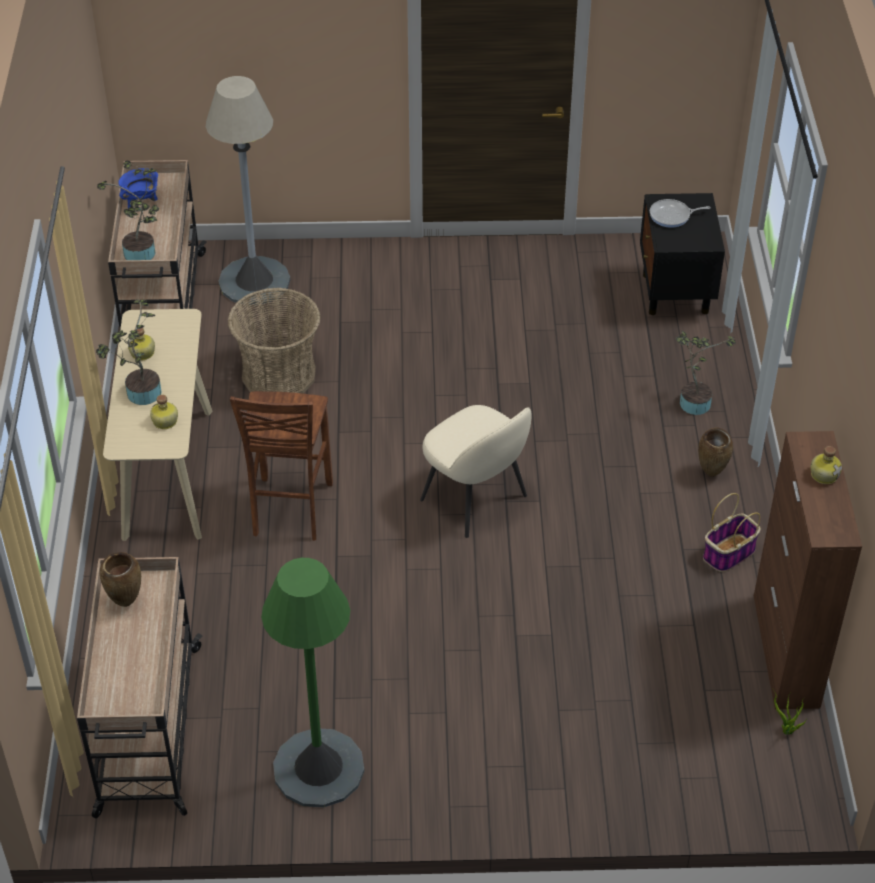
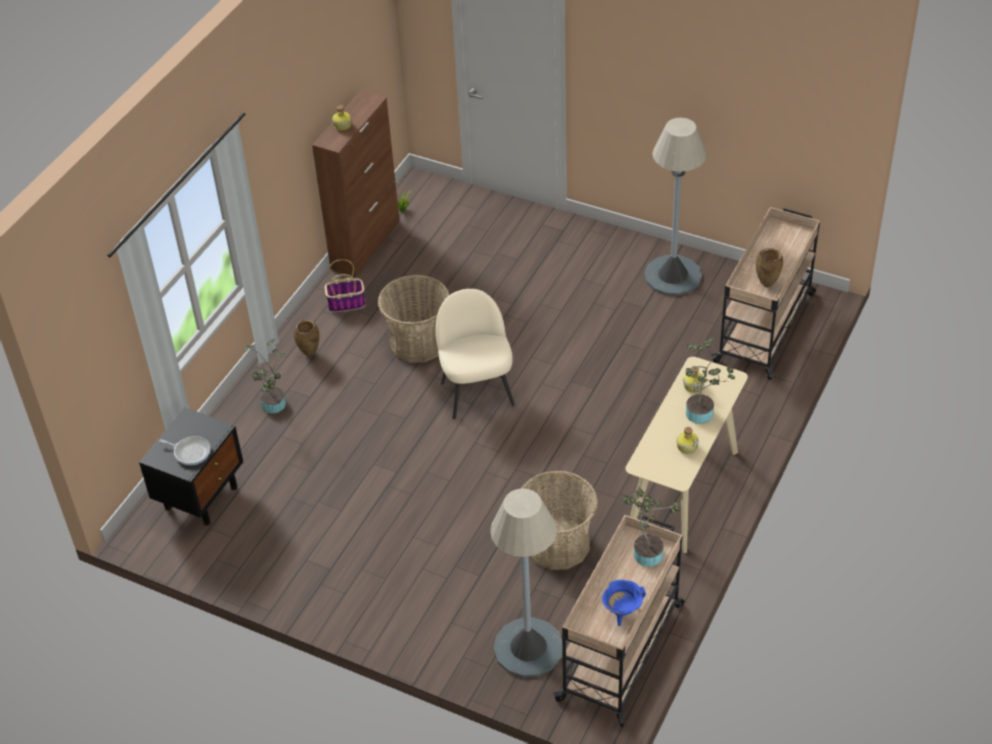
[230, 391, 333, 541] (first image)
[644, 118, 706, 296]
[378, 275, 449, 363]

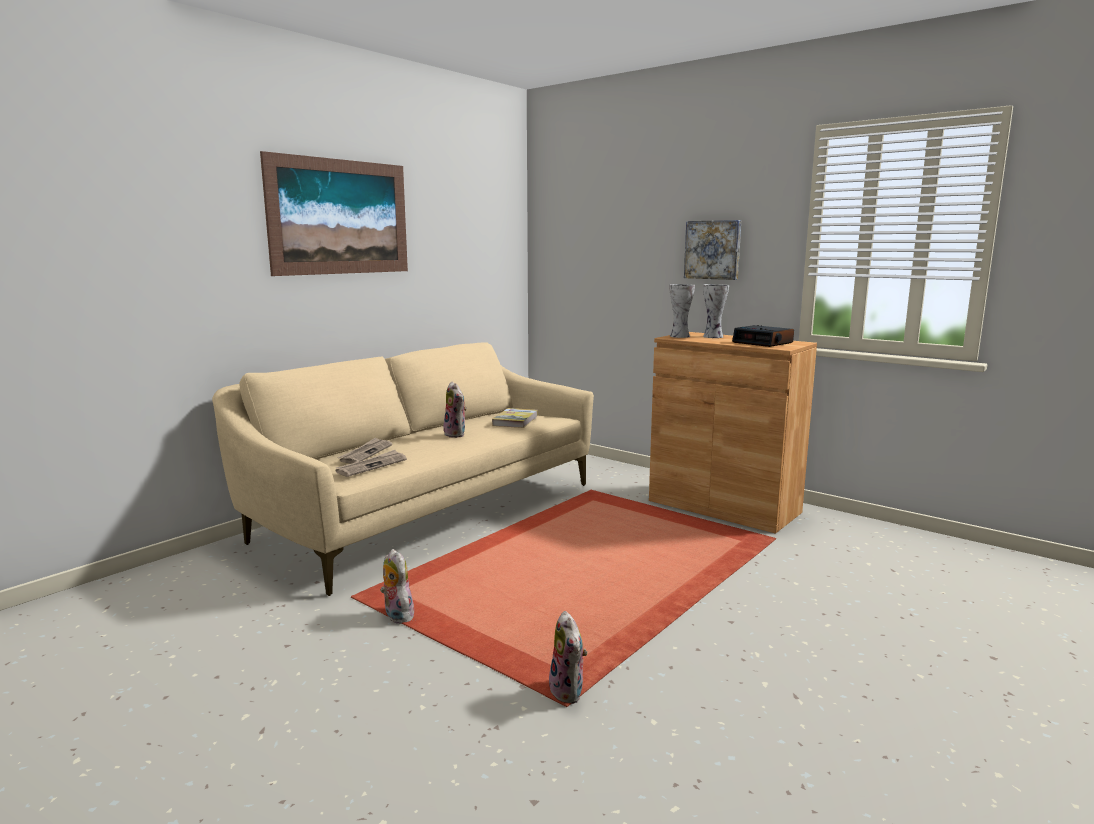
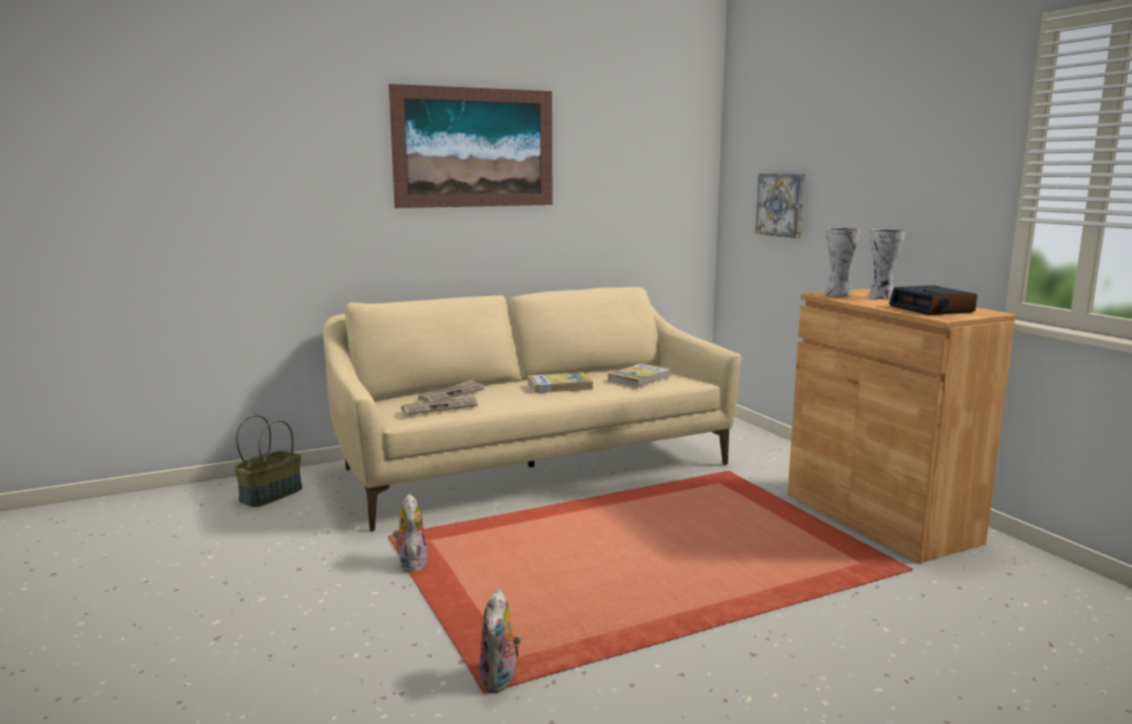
[527, 372, 593, 393]
[755, 174, 805, 238]
[234, 415, 302, 507]

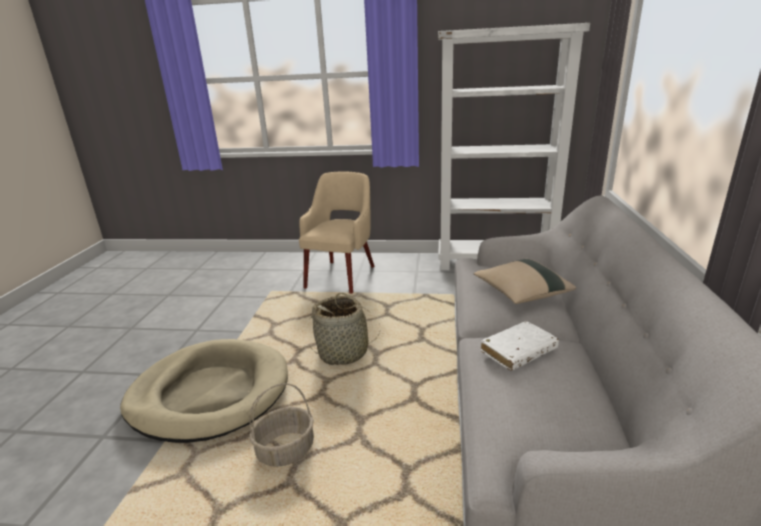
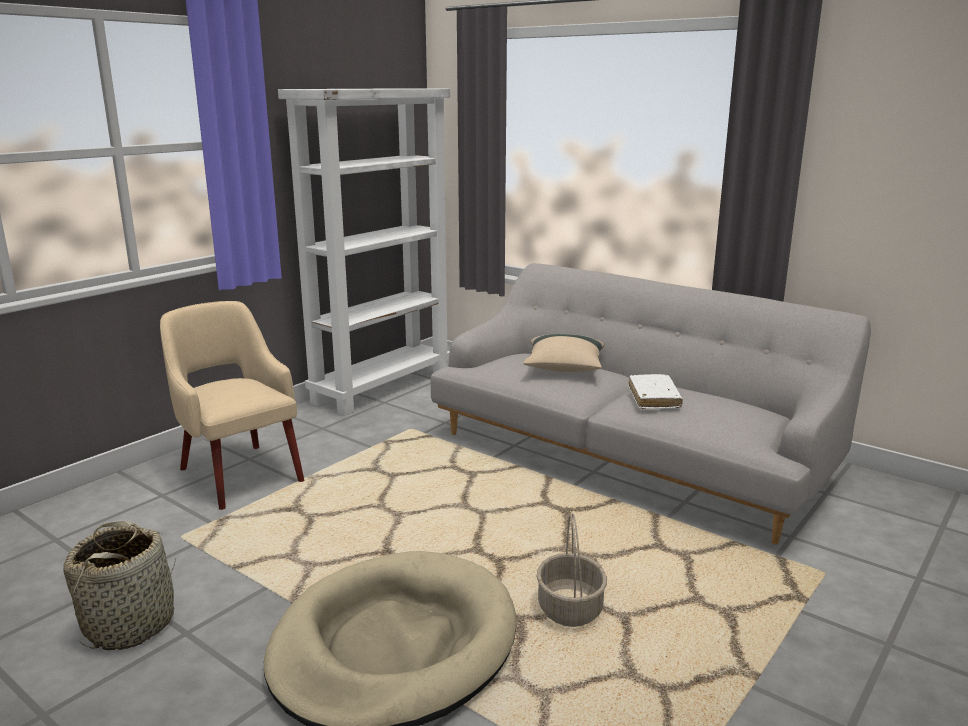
[63, 521, 176, 650]

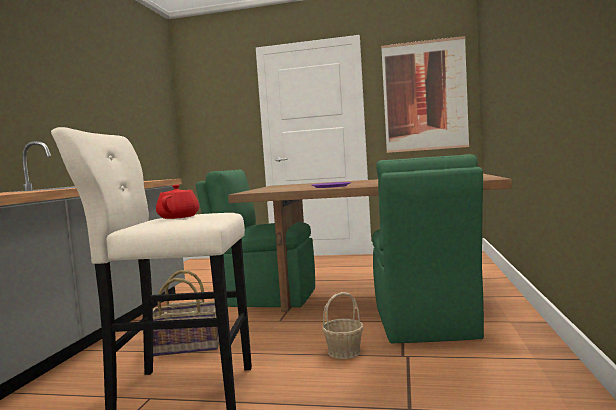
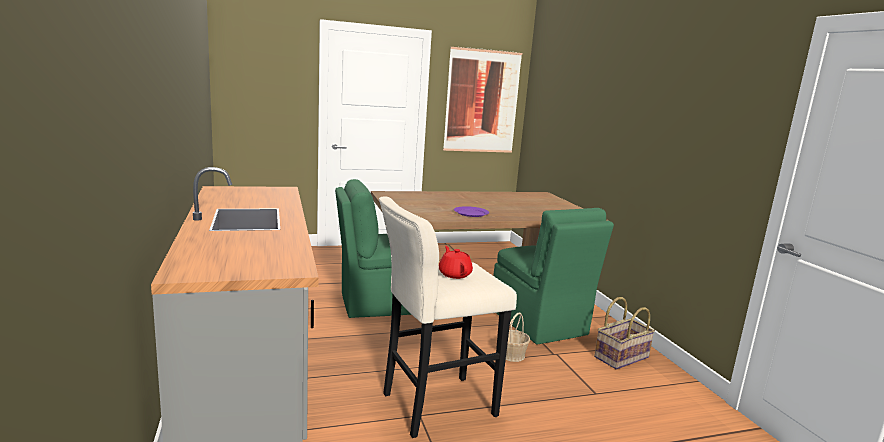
[594, 297, 655, 370]

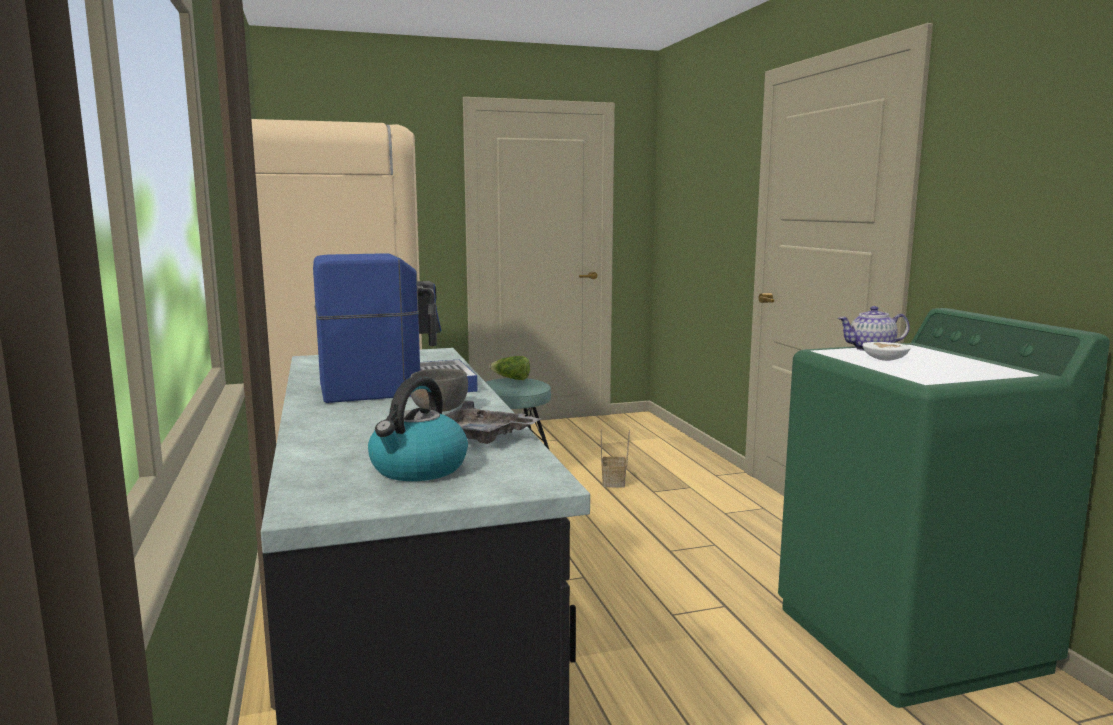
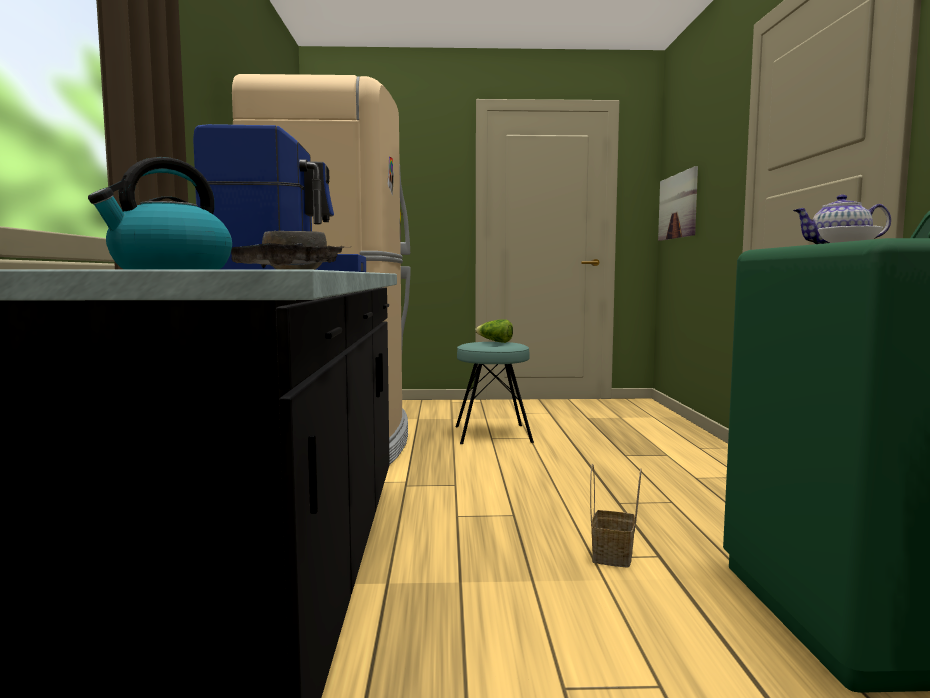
[590, 464, 641, 568]
[658, 166, 698, 241]

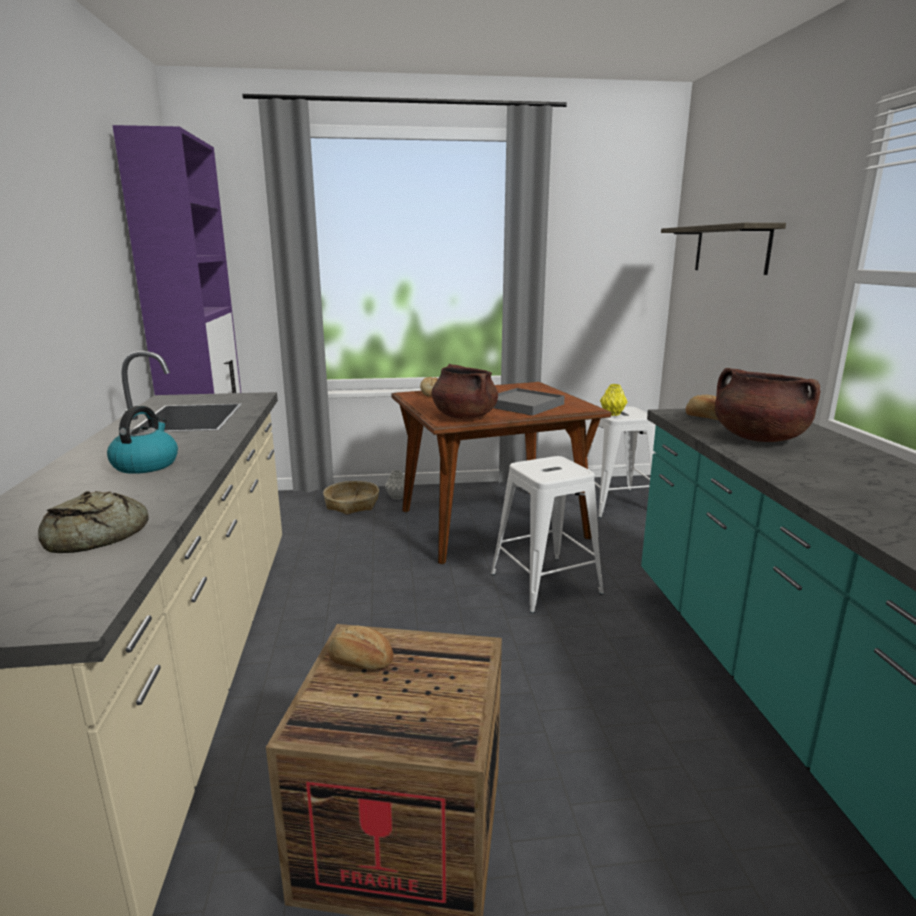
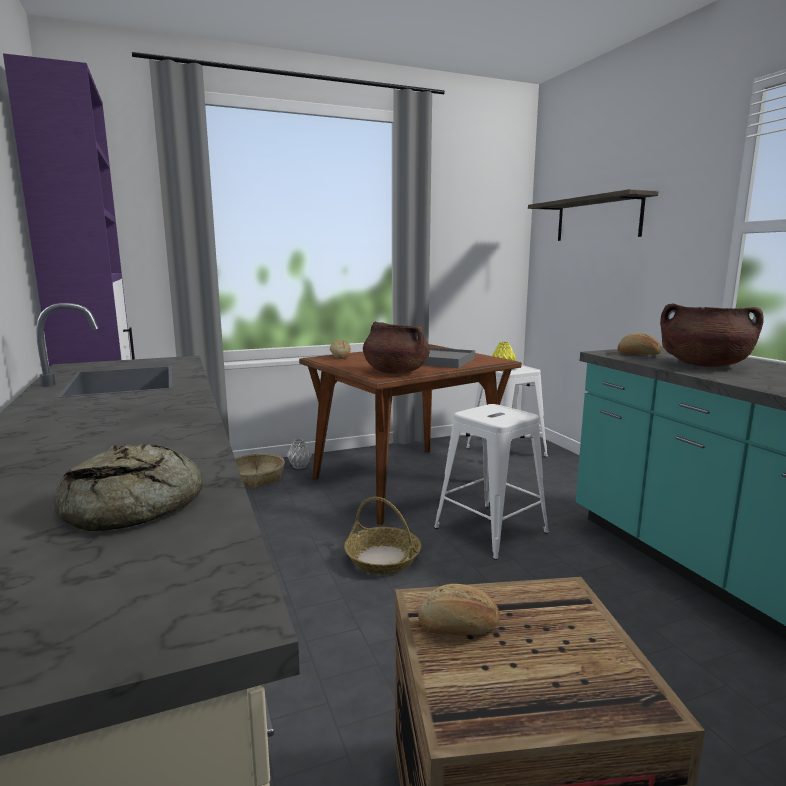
[107, 406, 178, 474] (first image)
[344, 497, 421, 575]

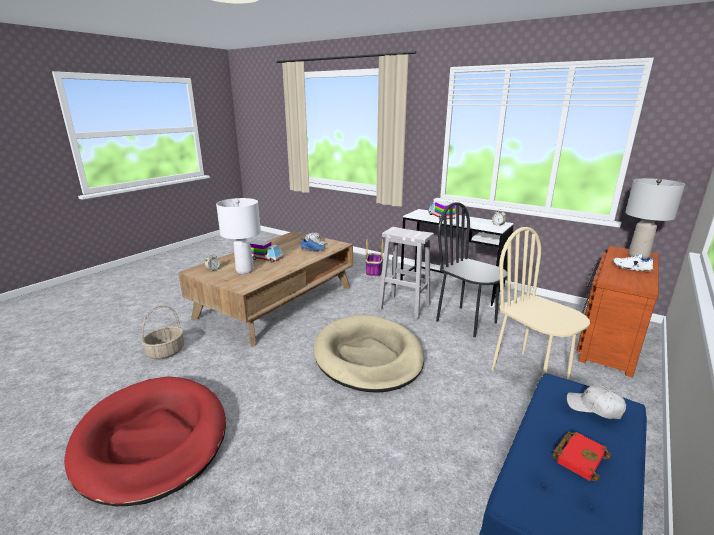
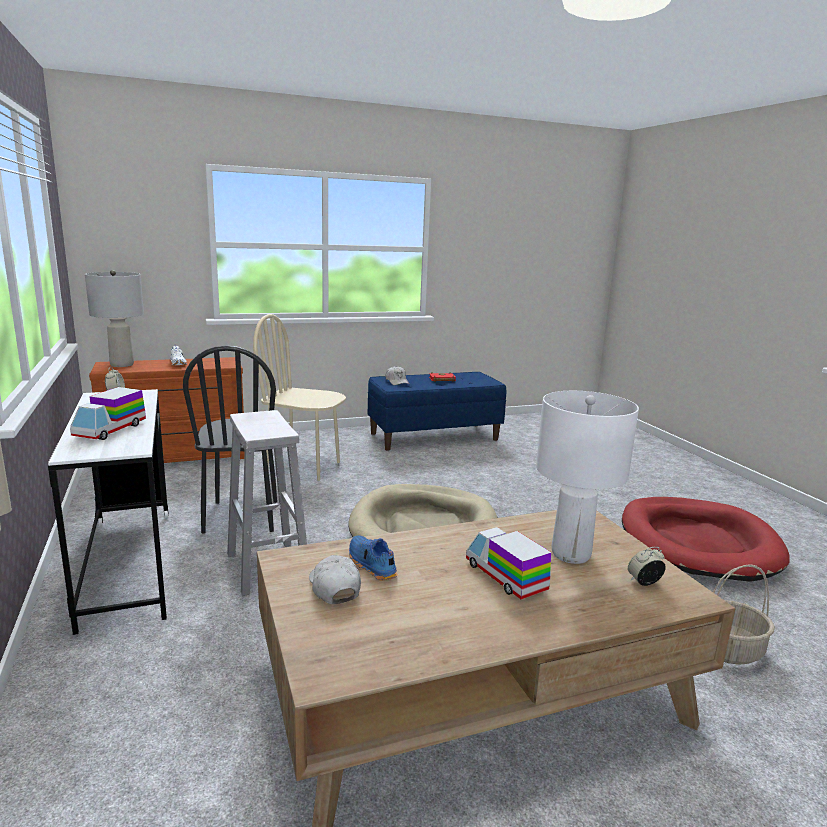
[365, 238, 383, 277] (first image)
[253, 314, 346, 481]

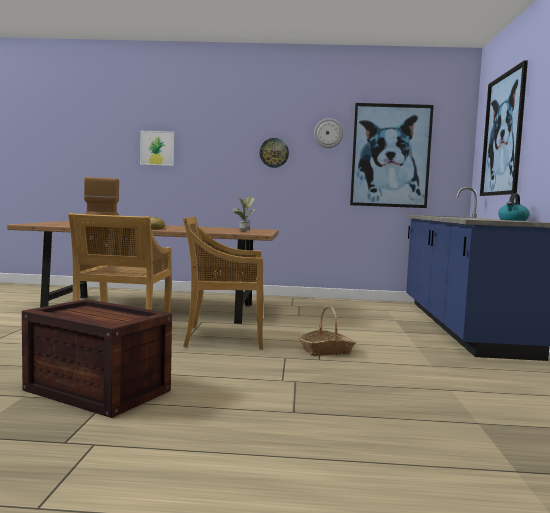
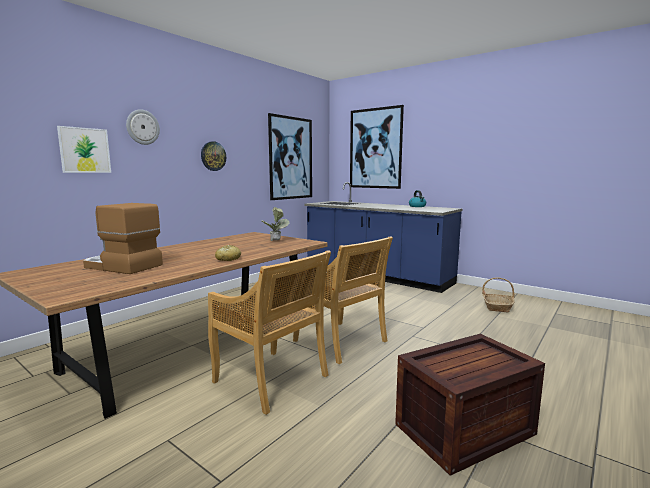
[293, 236, 393, 364]
[482, 277, 515, 313]
[126, 109, 160, 145]

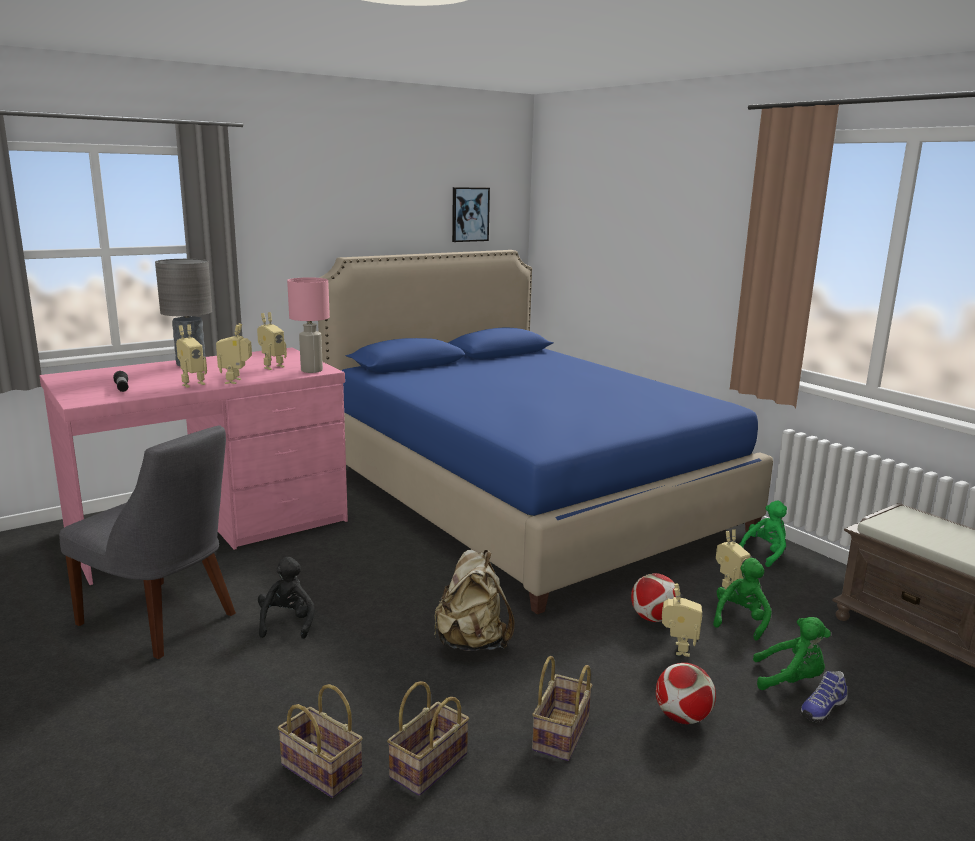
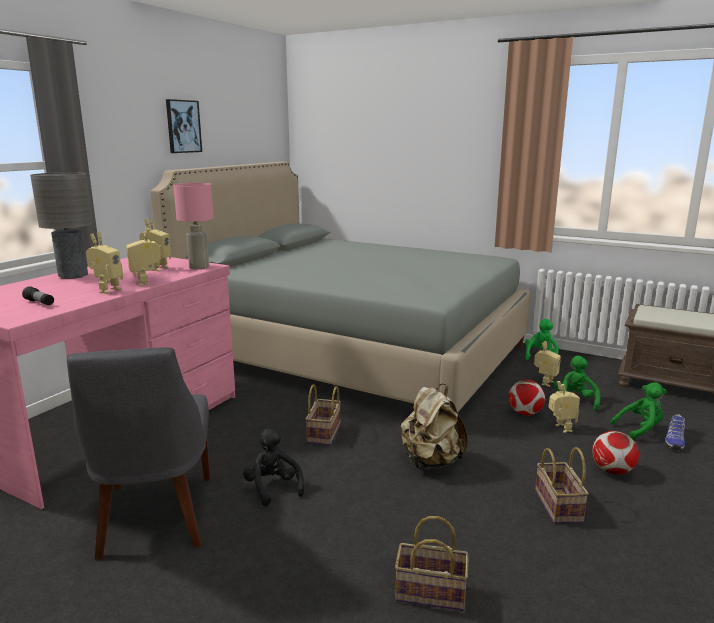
[67, 347, 210, 560]
[150, 162, 531, 426]
[306, 384, 341, 445]
[166, 99, 202, 153]

